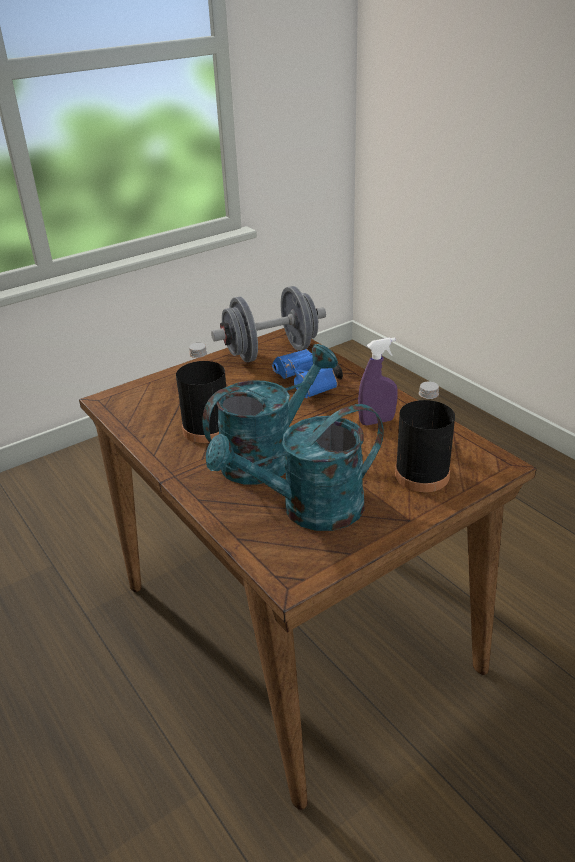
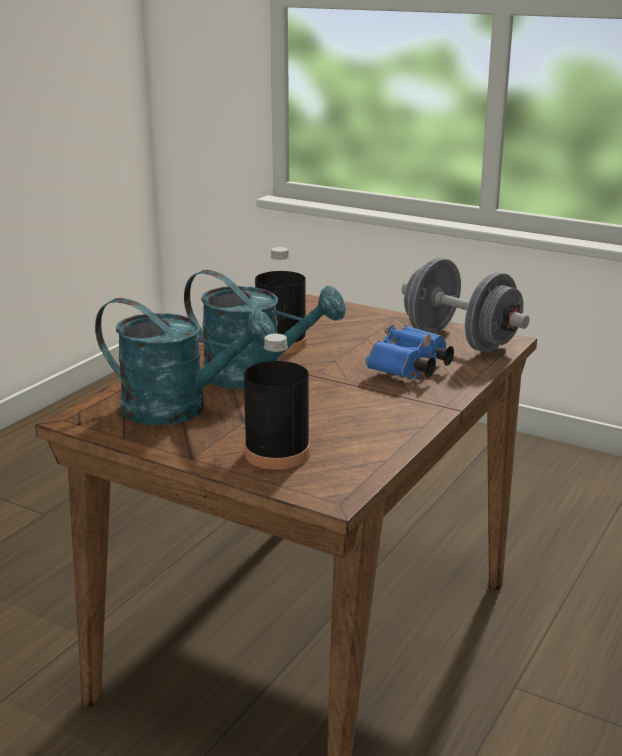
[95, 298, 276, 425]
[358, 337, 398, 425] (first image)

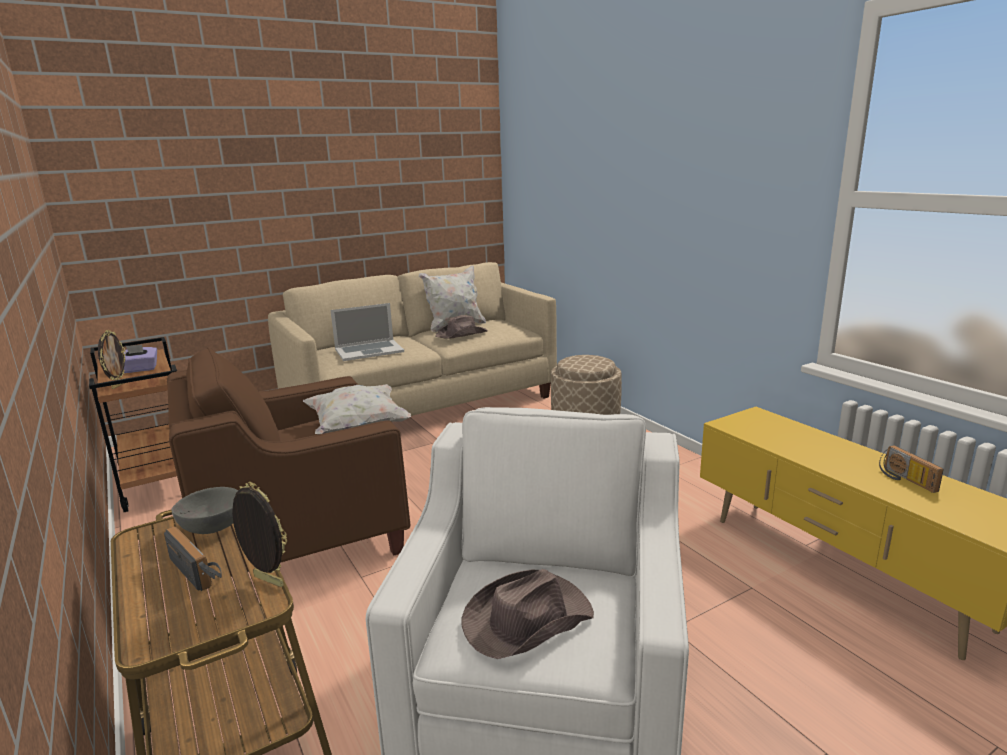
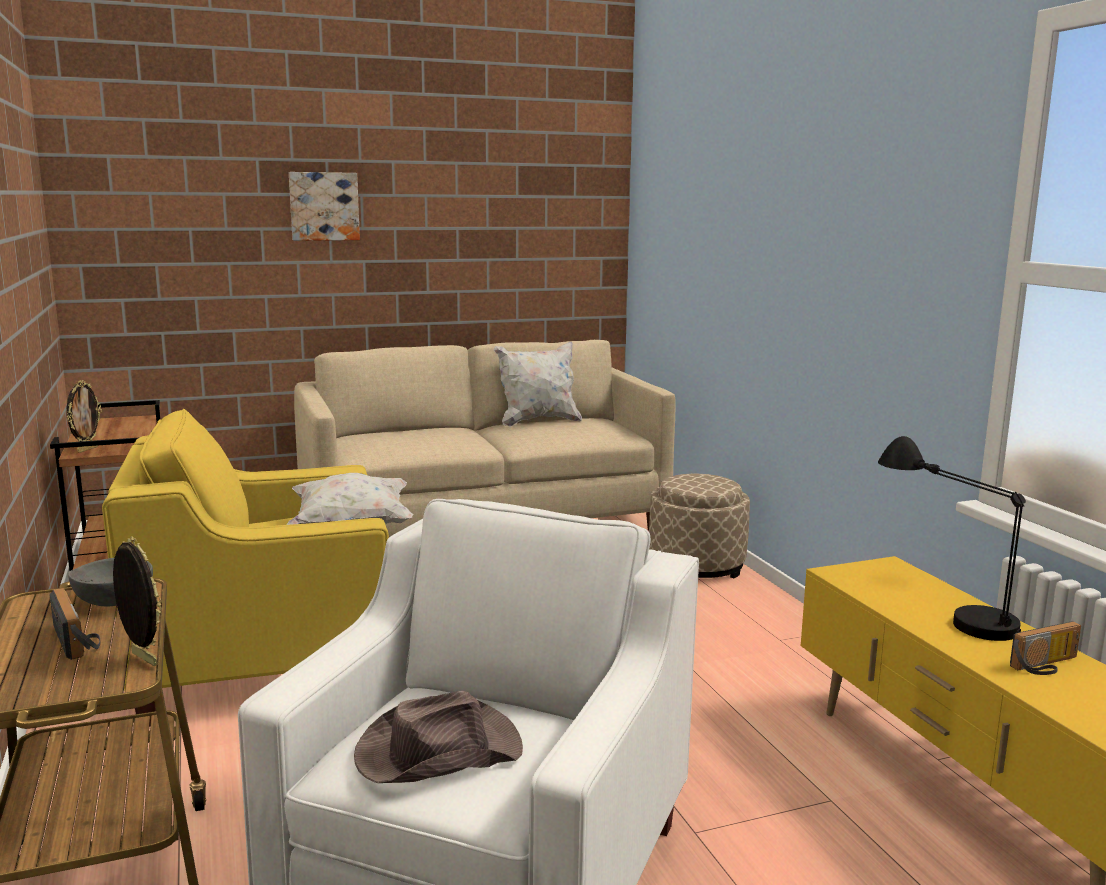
[124, 344, 157, 373] (first image)
[102, 409, 389, 727]
[330, 303, 404, 361] (first image)
[435, 315, 487, 339] (first image)
[1010, 621, 1081, 675]
[289, 172, 360, 241]
[878, 436, 1026, 641]

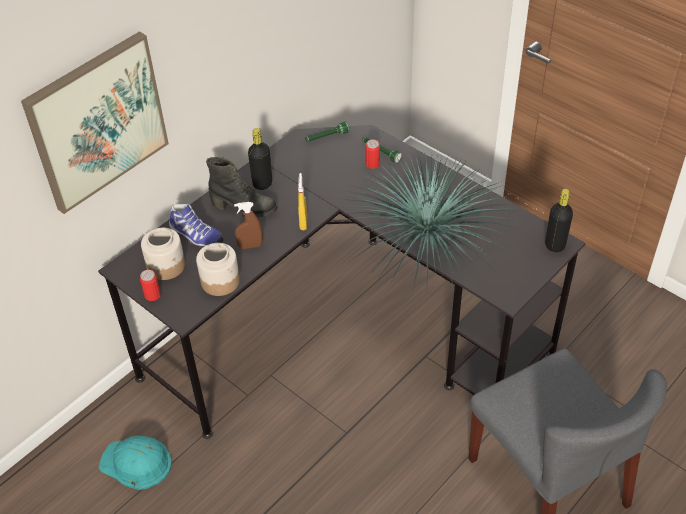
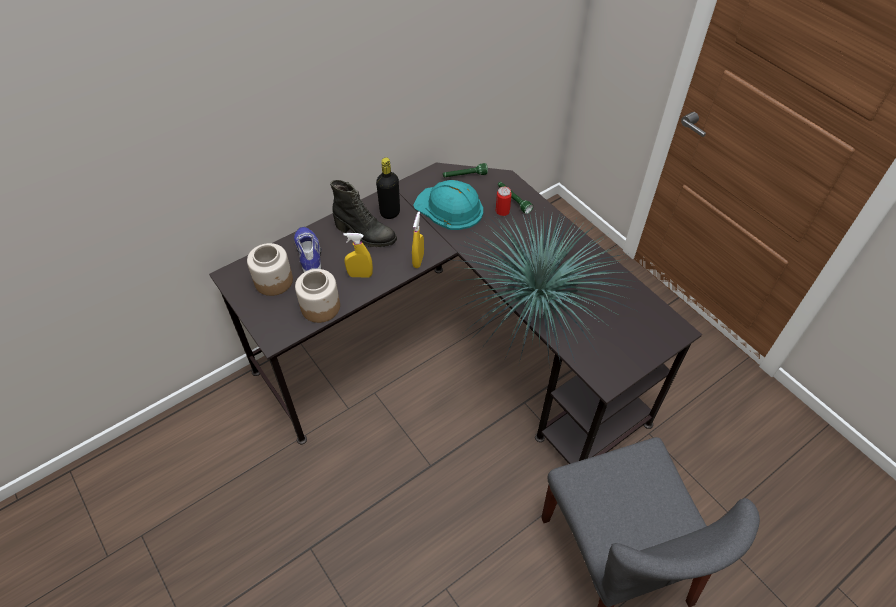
[21, 31, 169, 214] (first image)
[413, 180, 483, 230]
[140, 270, 161, 301] (first image)
[294, 227, 322, 272]
[343, 233, 373, 278]
[545, 189, 573, 252] (first image)

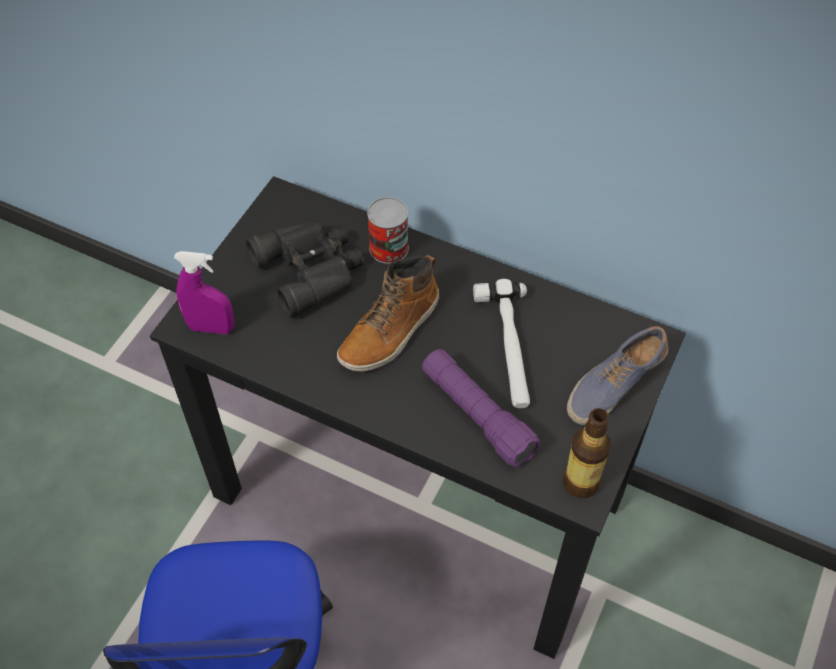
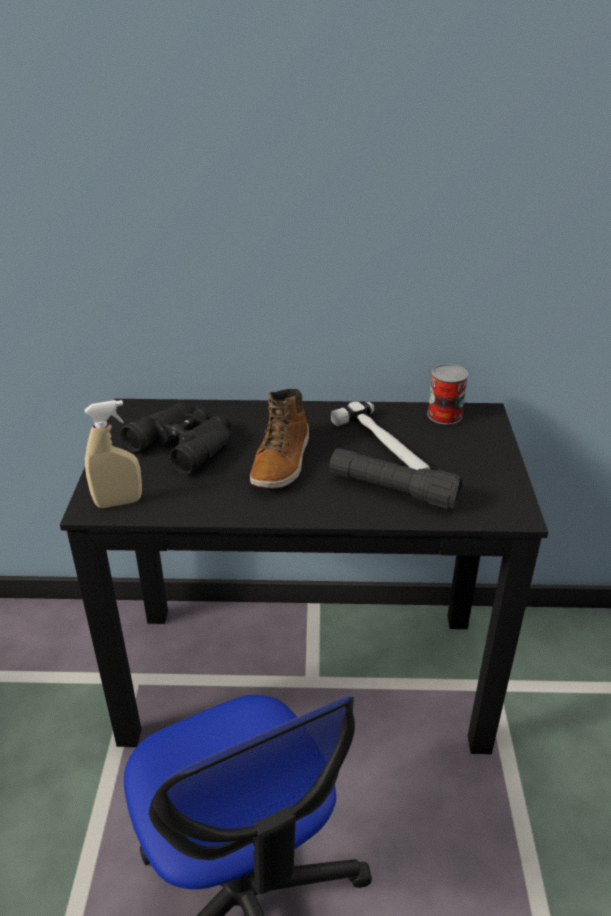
[85, 400, 142, 508]
[427, 364, 468, 424]
[330, 448, 463, 510]
[563, 408, 611, 498] (first image)
[567, 326, 668, 425] (first image)

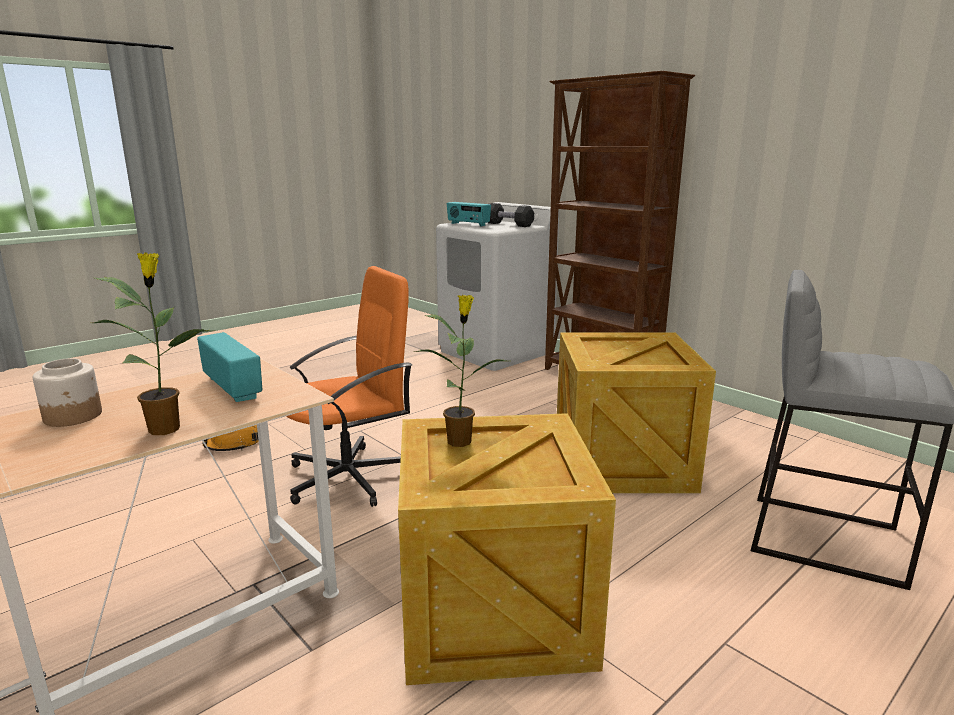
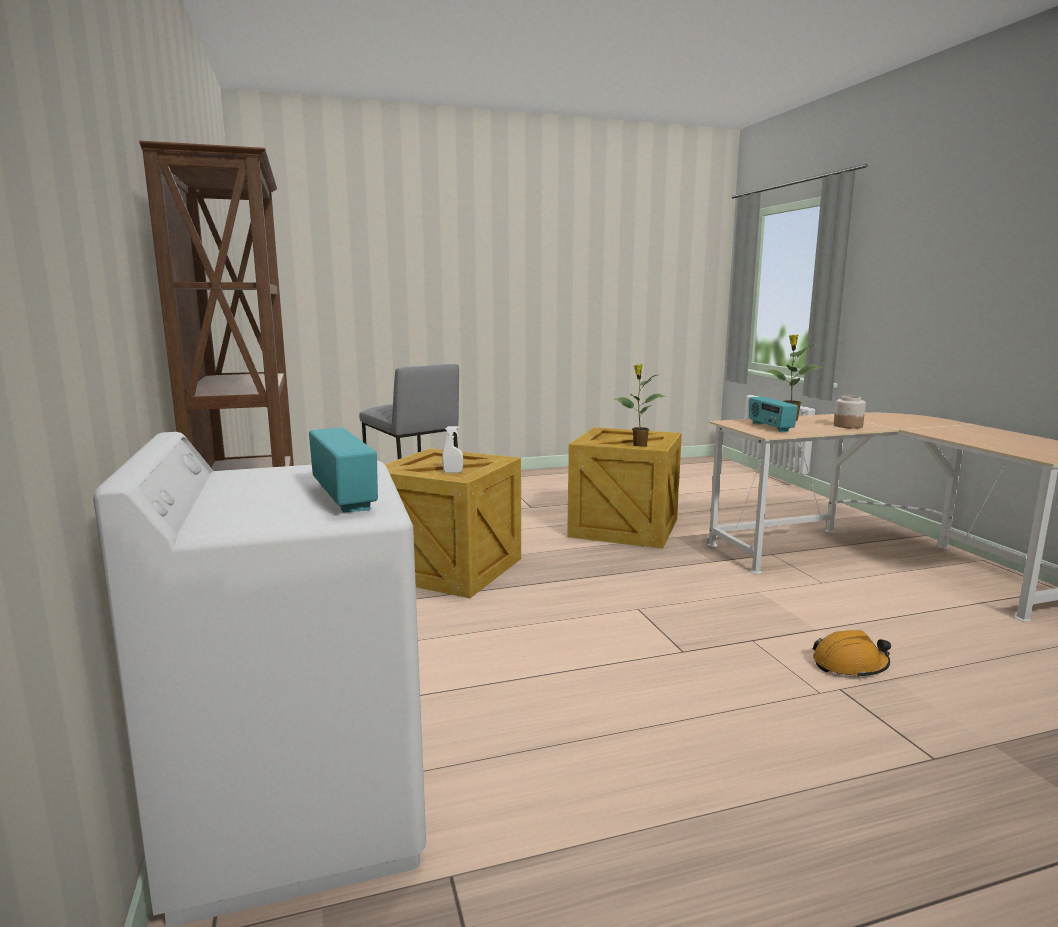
[286, 266, 412, 507] (first image)
[488, 203, 534, 227] (first image)
[442, 426, 463, 473]

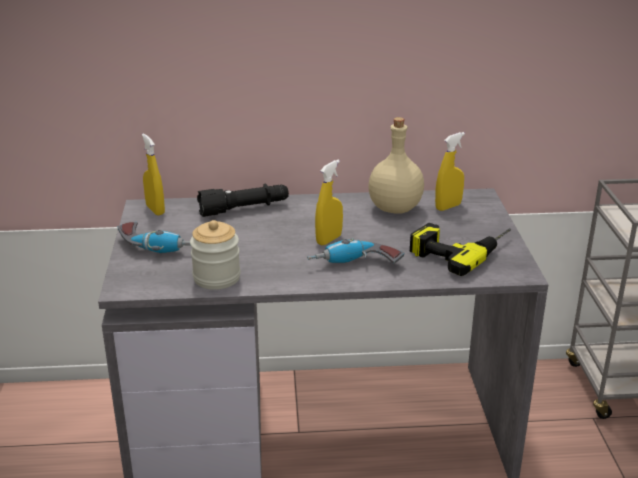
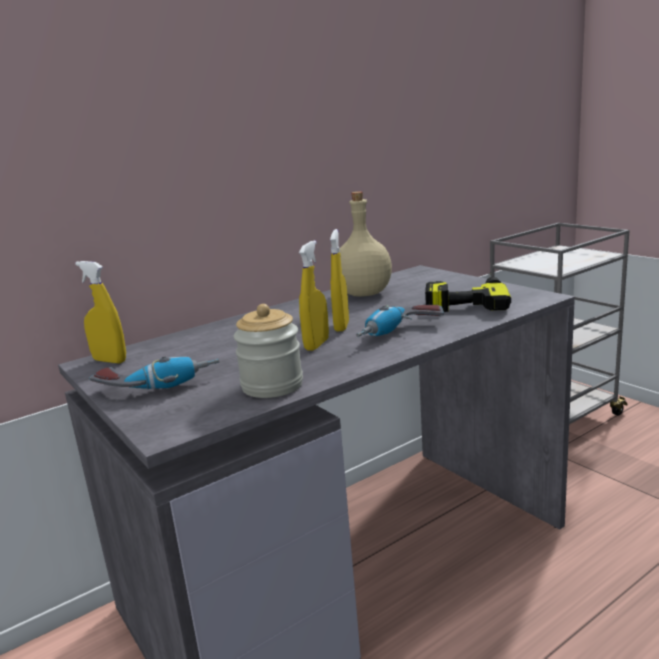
[197, 184, 289, 217] (first image)
[299, 240, 329, 351]

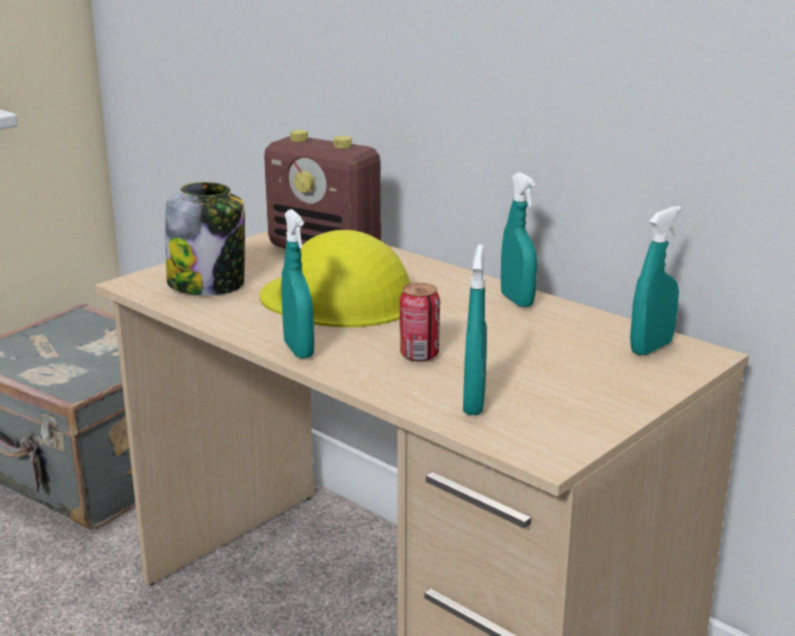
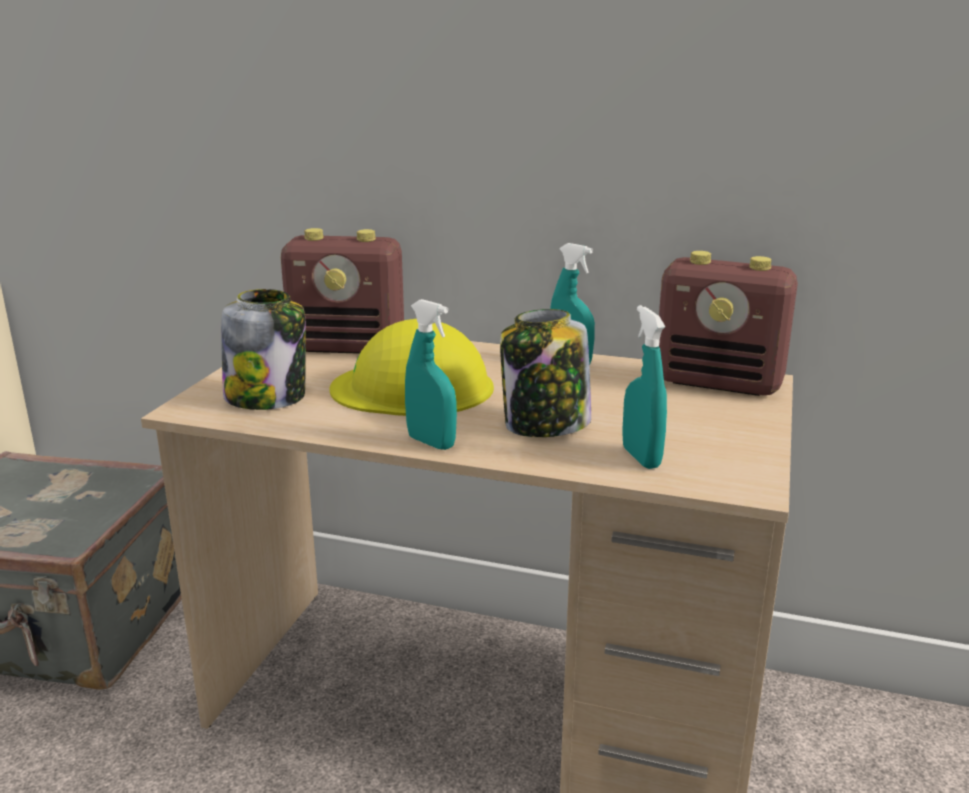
[500, 309, 591, 437]
[659, 251, 798, 396]

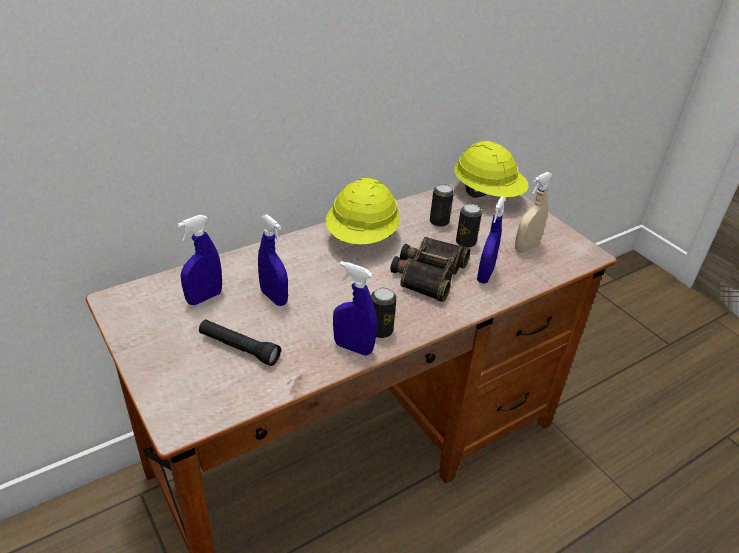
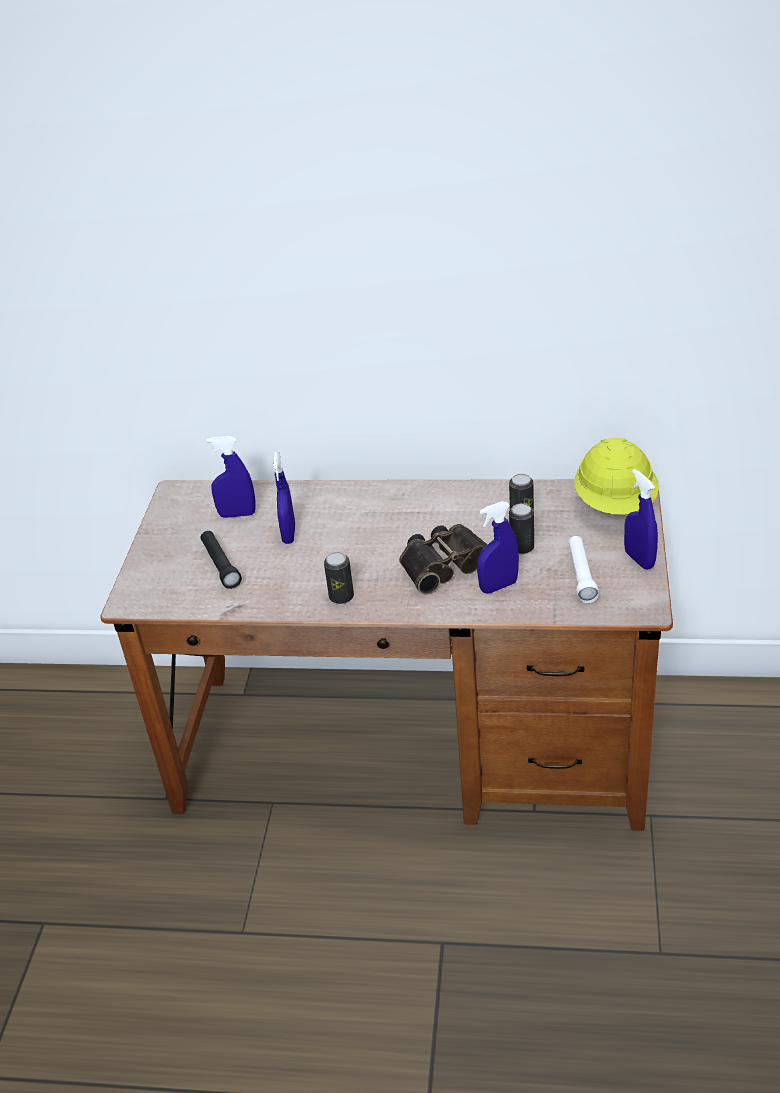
[326, 178, 400, 244] (first image)
[624, 469, 658, 570]
[568, 536, 599, 603]

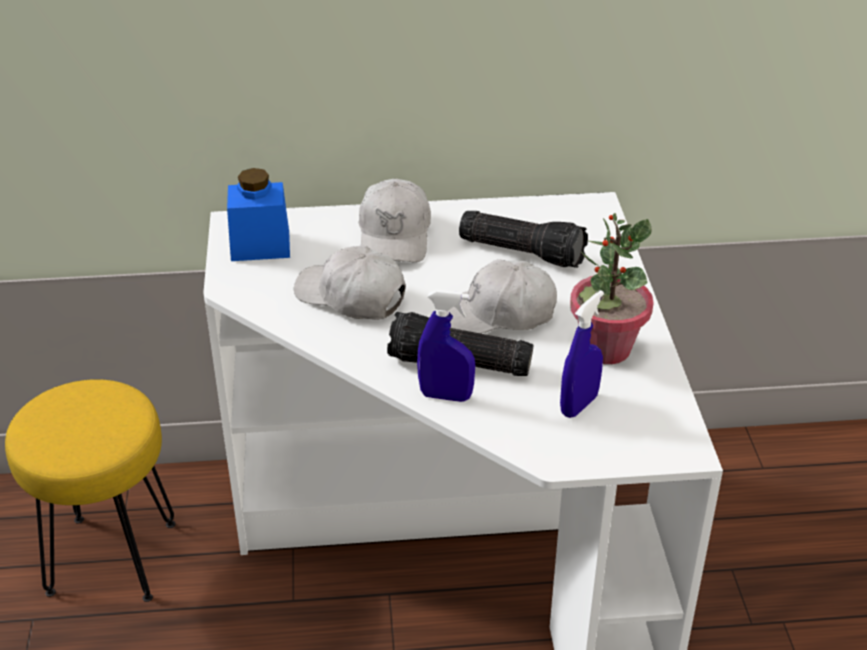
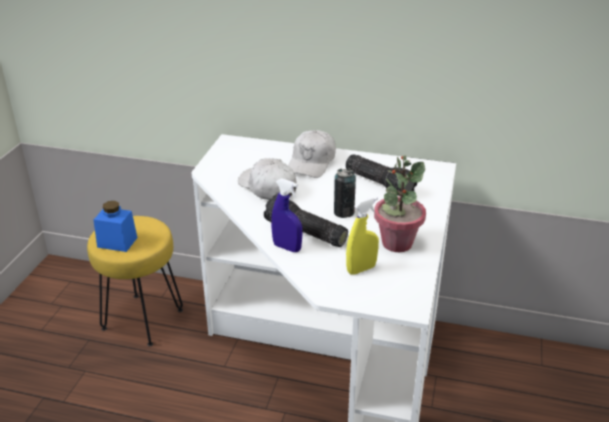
[94, 201, 138, 252]
[334, 168, 356, 218]
[346, 196, 379, 275]

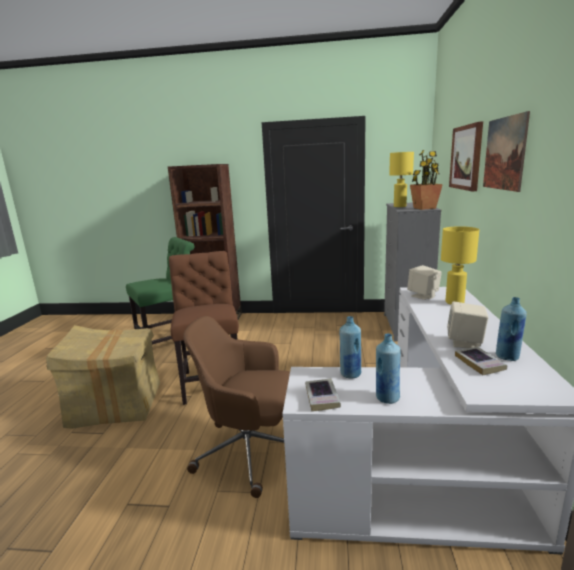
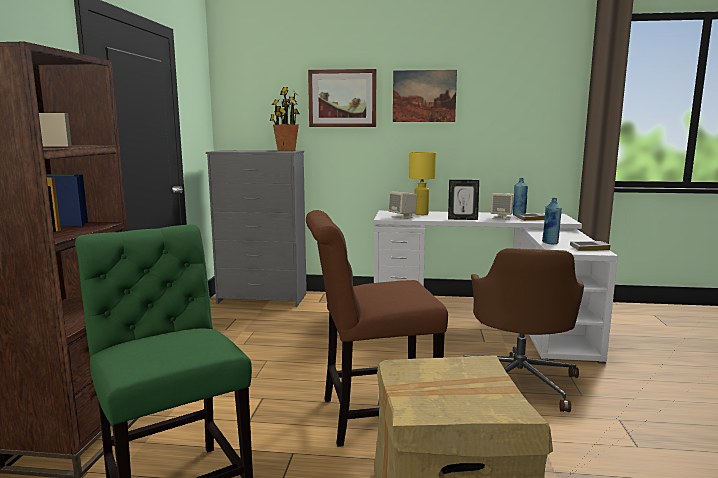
[376, 333, 401, 404] (first image)
[389, 152, 414, 207] (first image)
[448, 180, 479, 220]

